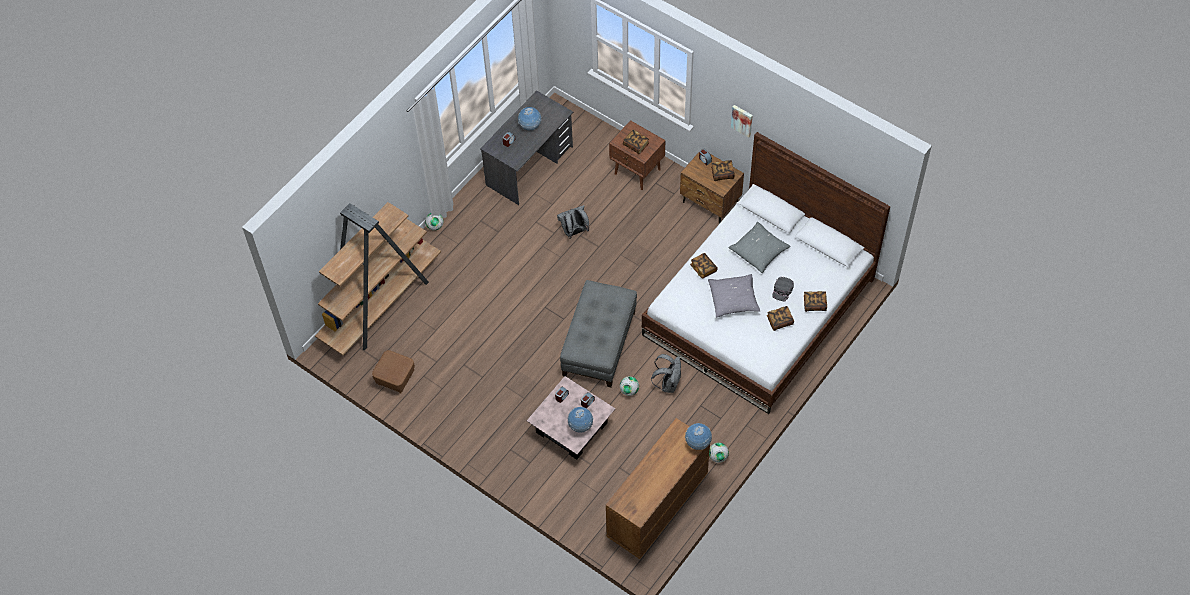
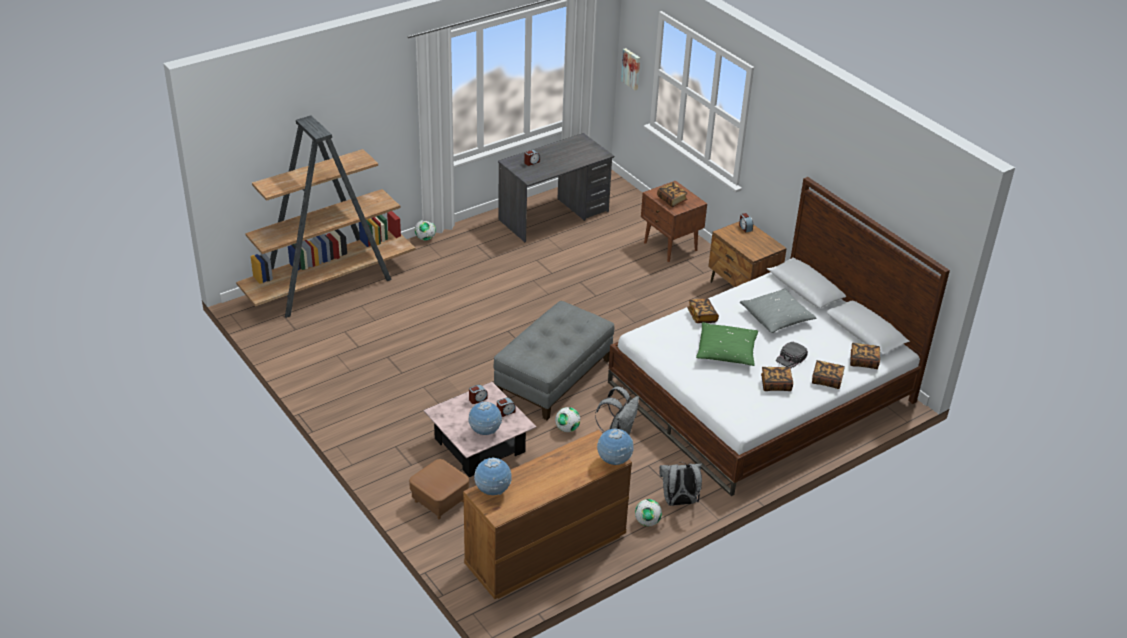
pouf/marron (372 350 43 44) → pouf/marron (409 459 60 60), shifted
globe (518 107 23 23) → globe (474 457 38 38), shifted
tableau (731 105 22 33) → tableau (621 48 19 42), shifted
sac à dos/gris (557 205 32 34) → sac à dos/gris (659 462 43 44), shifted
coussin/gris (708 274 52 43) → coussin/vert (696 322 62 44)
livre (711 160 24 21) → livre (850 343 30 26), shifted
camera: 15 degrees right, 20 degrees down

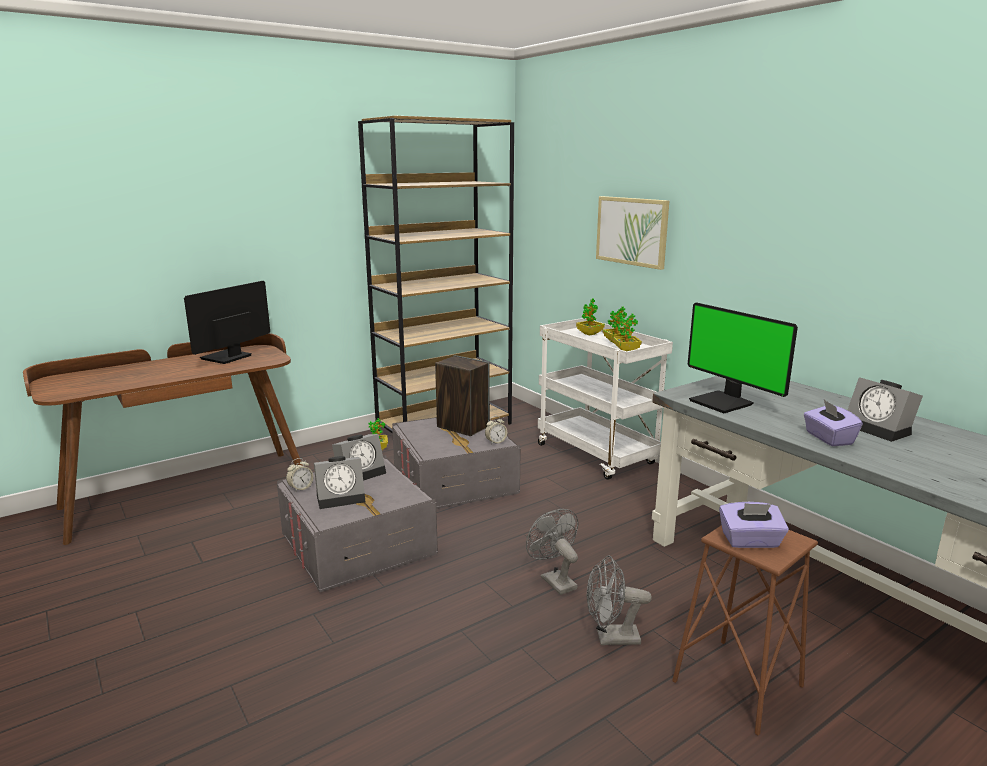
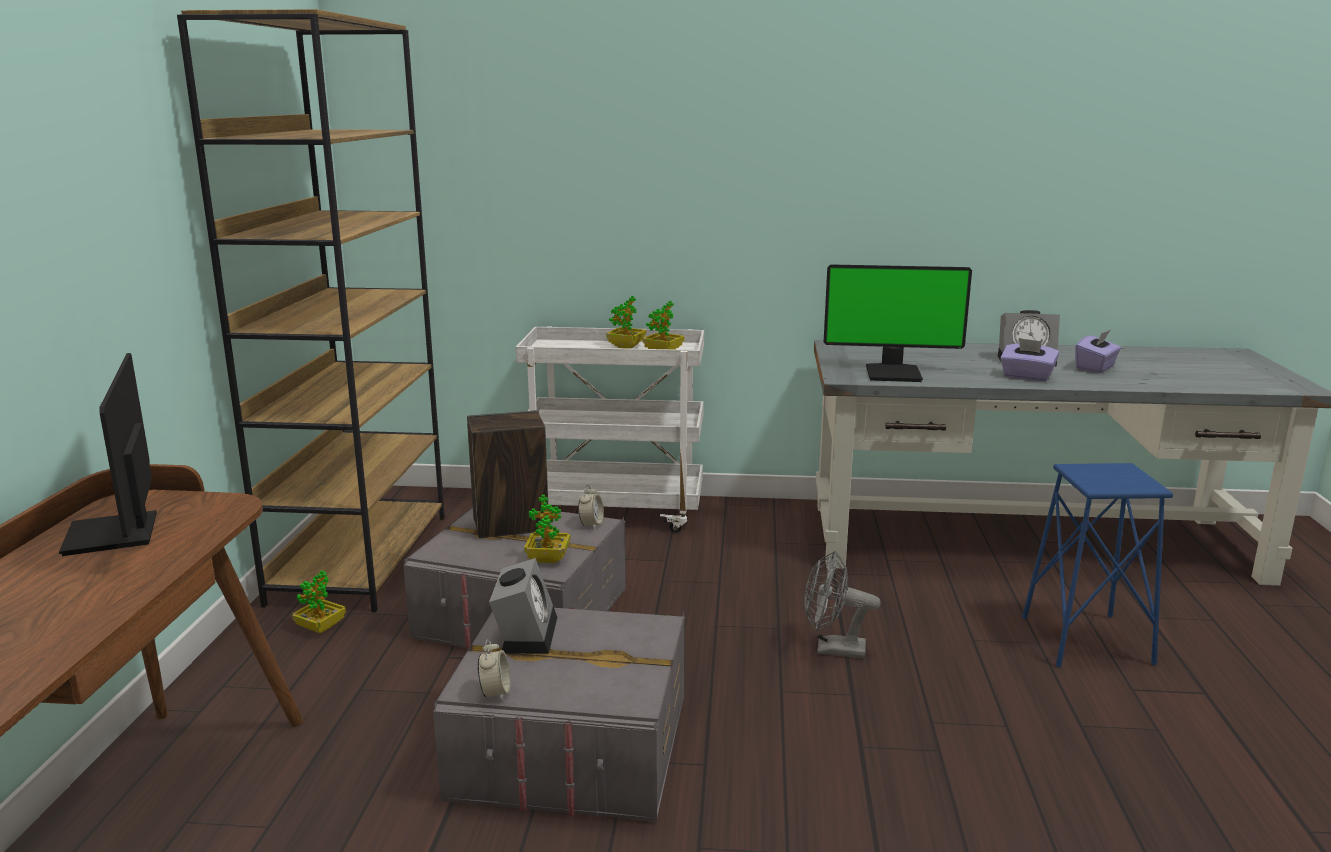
plante en pot (576 298 29 38) → plante en pot (524 495 46 68), shifted
tabouret/marron (672 525 146 210) → tabouret/bleu (1022 463 151 205)
boîte à mouchoirs/violet (719 502 70 46) → boîte à mouchoirs/violet (1075 330 46 43), shifted
réveil (314 456 51 53) → -
ventilateur/gris (587 555 65 90) → -
tableau (596 196 73 74) → -
camera: 50 degrees left, 0 degrees up

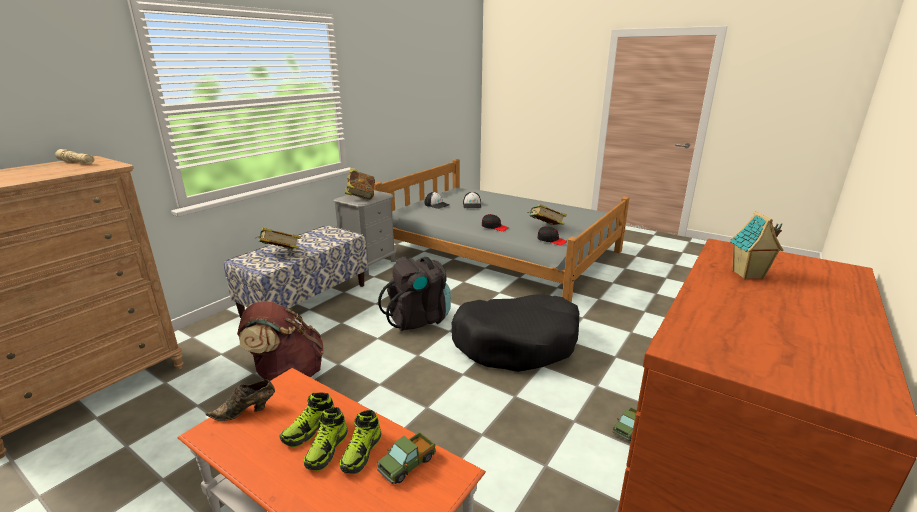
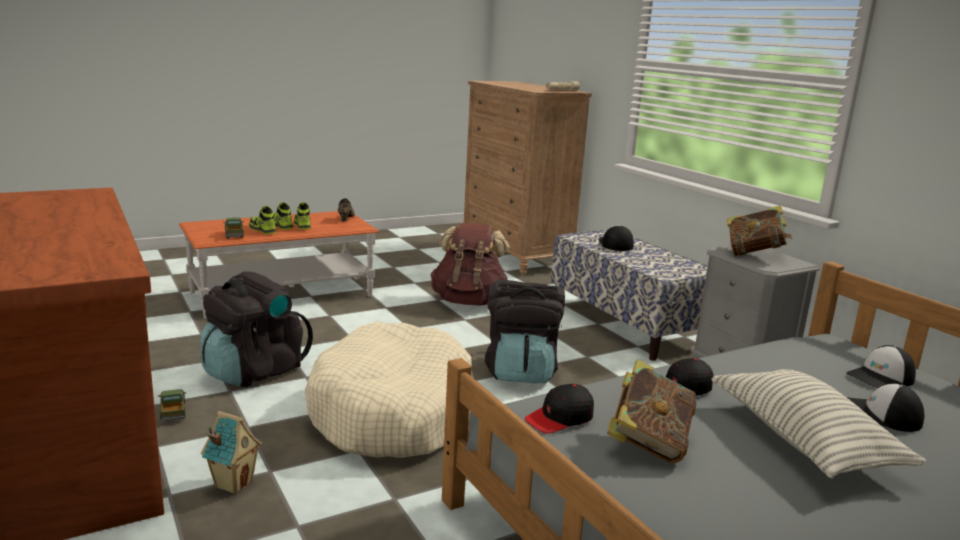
- → sac à dos/noir (200 271 113 116)
maison miniature (729 211 54 68) → maison miniature (201 411 61 83), shifted
panier pour chien/noir (451 294 128 78) → panier pour chien/beige (305 321 169 137)
livre (256 228 45 21) → casquette (598 225 36 26)
- → coussin (711 369 215 109)
camera: 115 degrees right, 5 degrees down

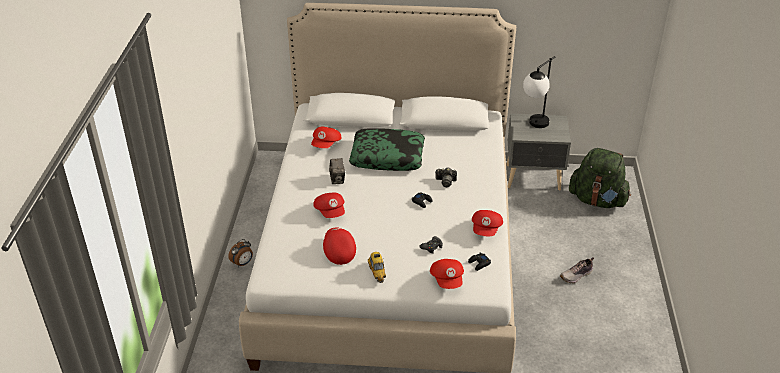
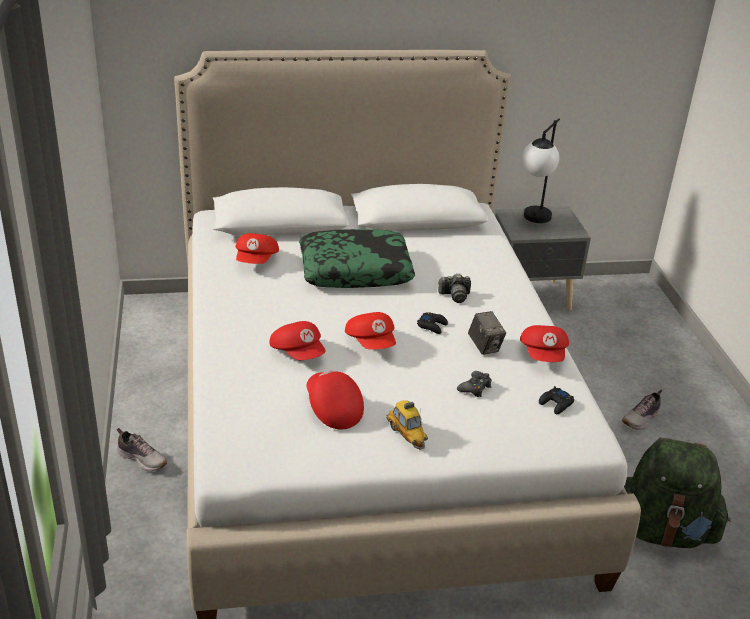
réveil (228 239 25 28) → chaussure (117 428 50 43)
casquette/rouge (430 259 34 30) → casquette/rouge (345 312 51 38), shifted
appareil photo (329 158 16 26) → appareil photo (468 311 38 44), shifted
sac à dos/vert (569 148 62 60) → sac à dos/vert (624 438 107 110), shifted
camera: 15 degrees left, 5 degrees down

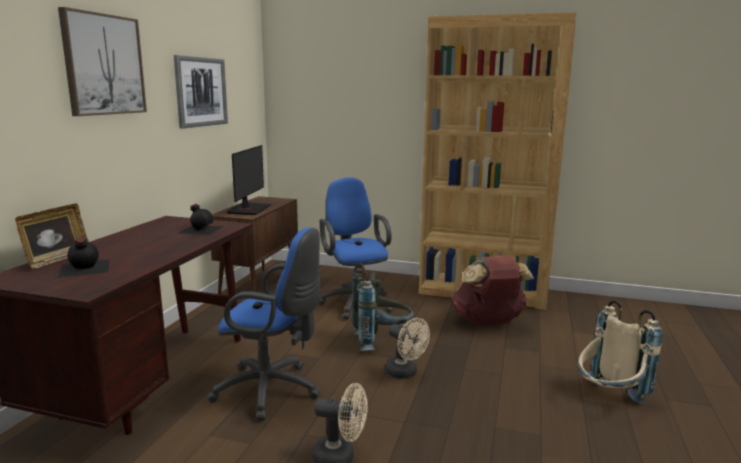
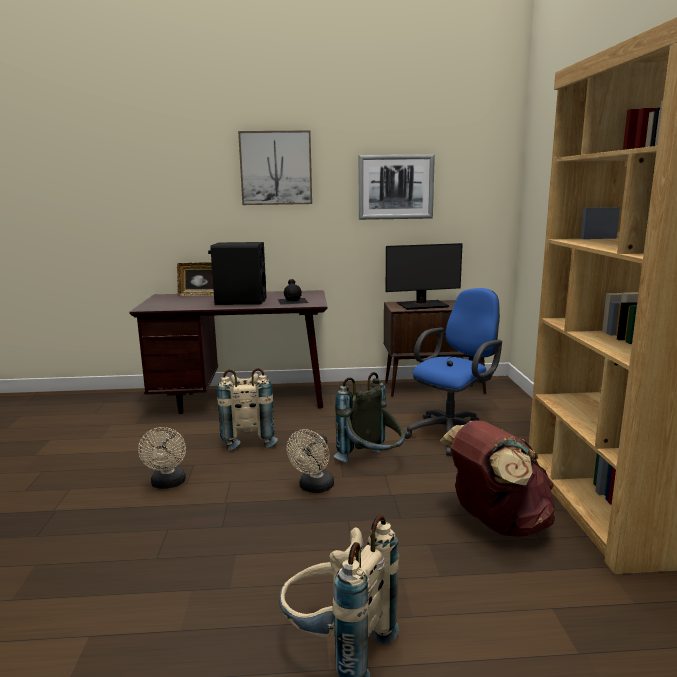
- → enceinte/noir (208 242 58 63)
chaise de bureau/bleu (207 227 114 194) → sac à dos/beige (217 368 61 82)
bouteille/noir (58 237 51 41) → -
camera: 70 degrees right, 0 degrees up

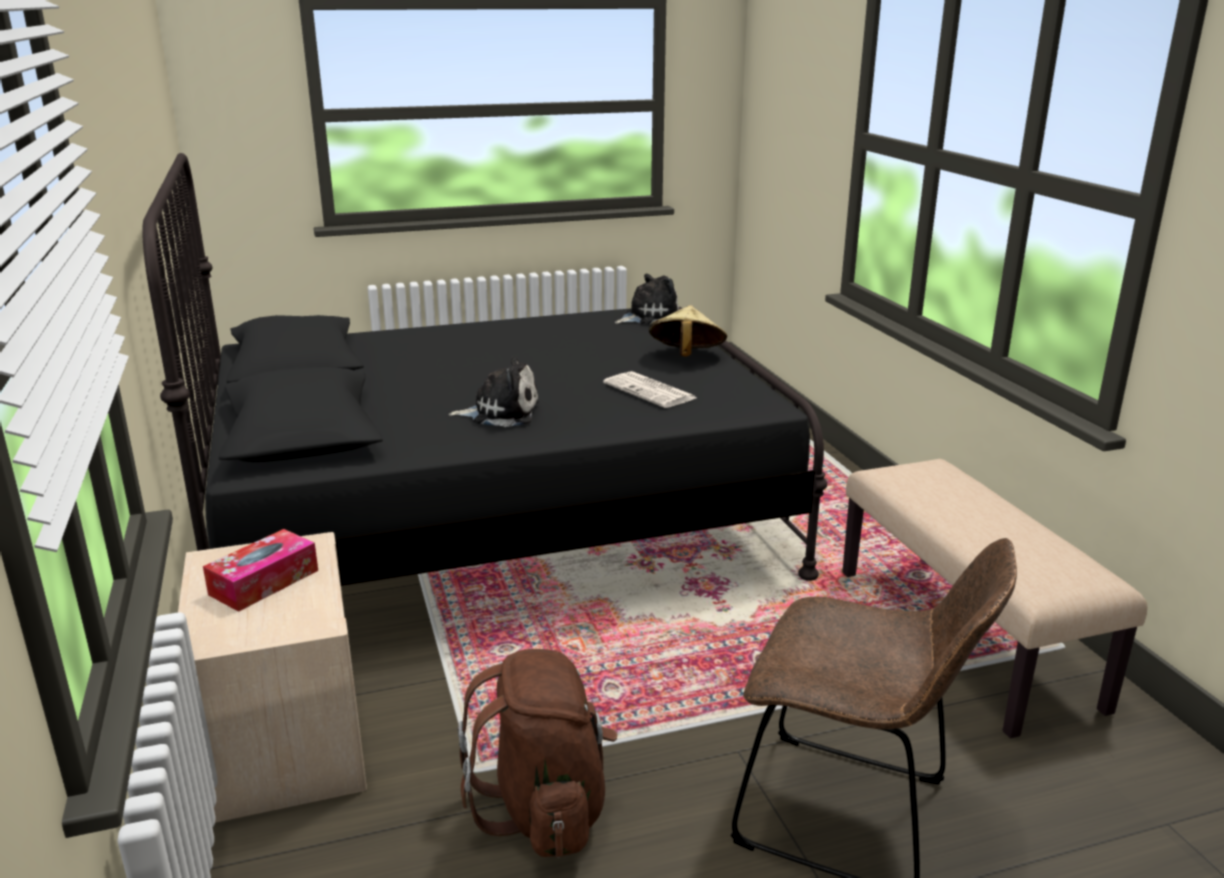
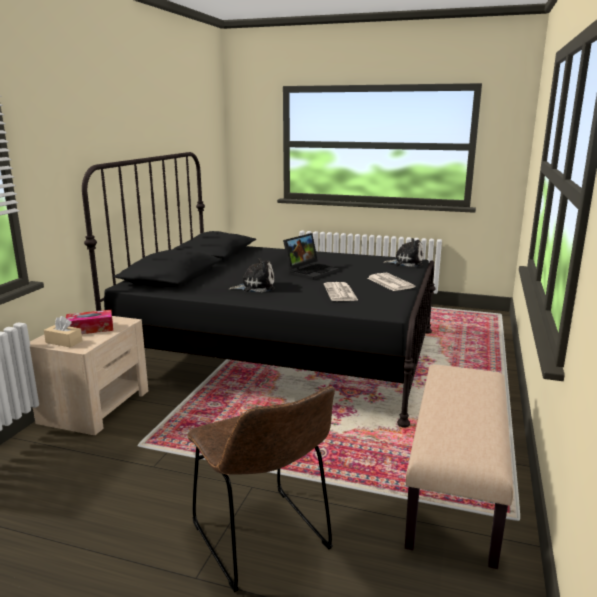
- → boîte à mouchoirs/beige (44 316 38 31)
peluche (448 356 91 71) → peluche (229 258 45 35), 45 degrees counterclockwise
- → ordinateur portable (283 233 56 47)
chapeau/beige (649 305 78 52) → journal (368 273 48 18)
sac à dos/marron (458 649 160 209) → -
camera: 35 degrees right, 5 degrees down

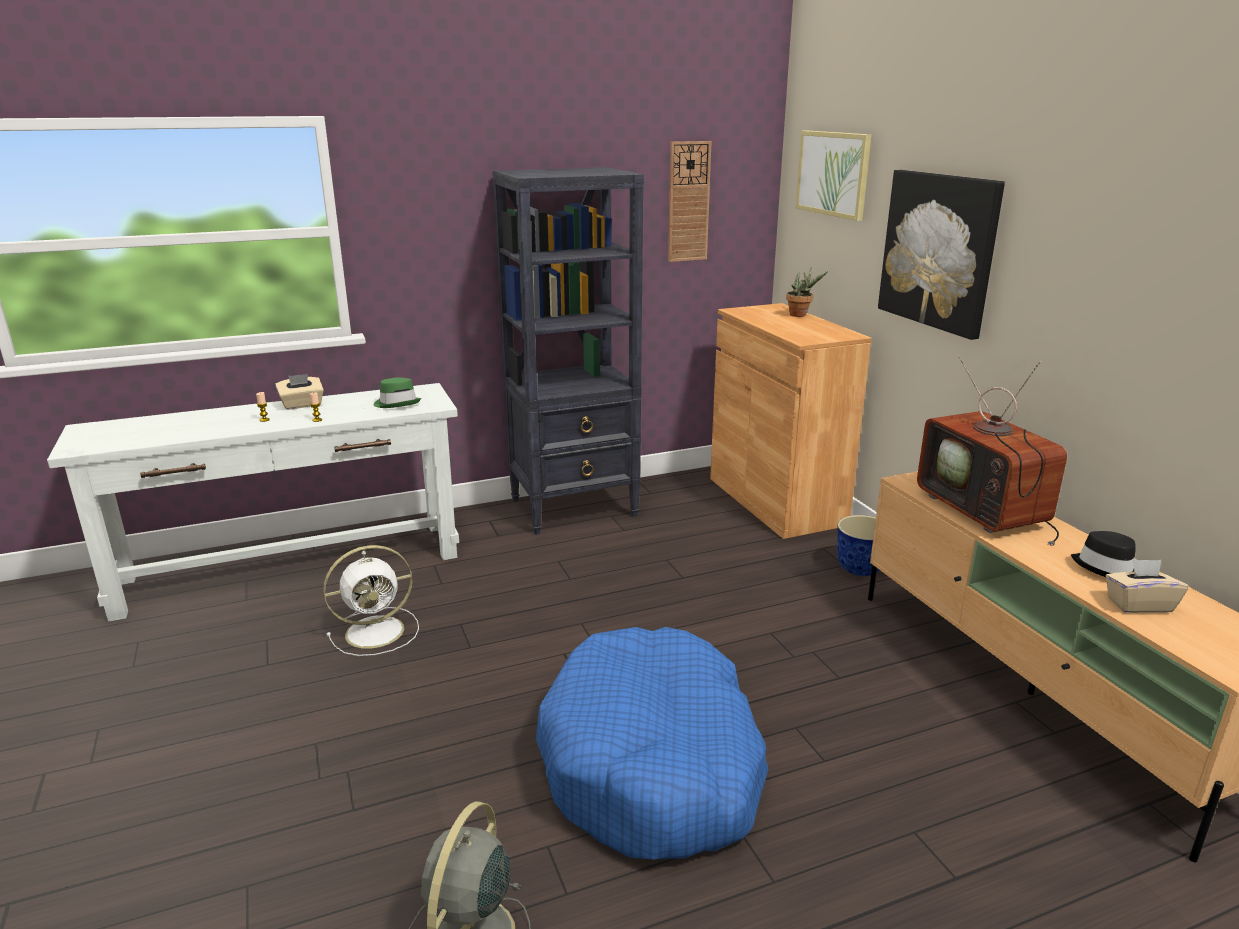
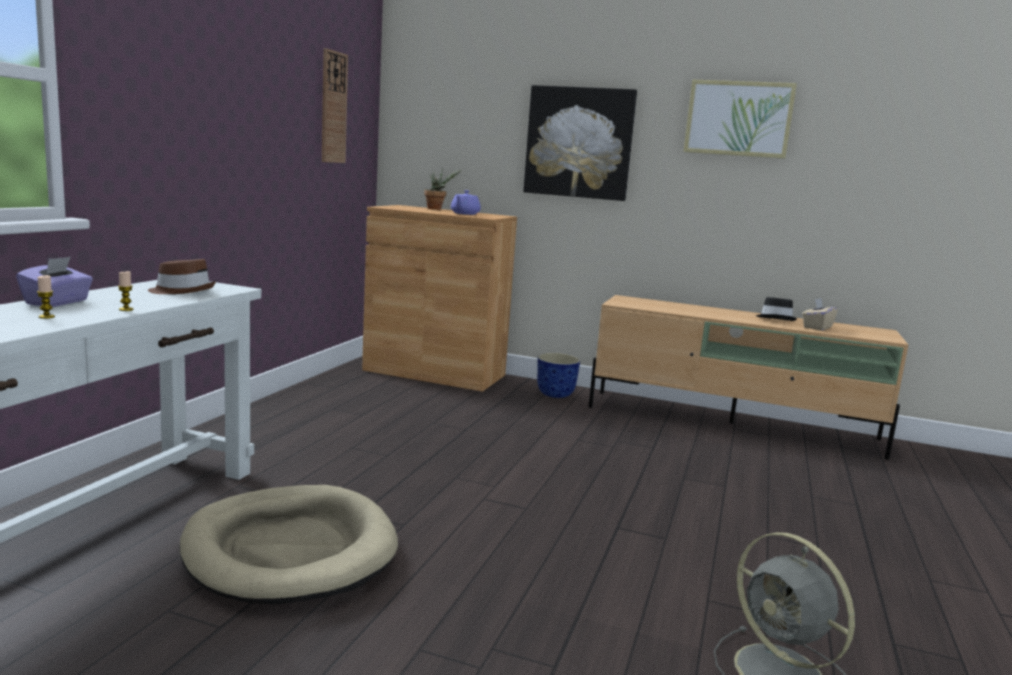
boîte à mouchoirs/beige (275 374 49 36) → boîte à mouchoirs/violet (16 256 77 51)
chapeau/vert (374 377 47 31) → chapeau/marron (148 259 68 35)
ventilateur/blanc (323 545 96 111) → panier pour chien/beige (180 485 218 120)
- → théière/violet (451 190 30 25)
tableau (796 130 76 91) → tableau (684 80 113 79), shifted
bibliothèque/noir (492 167 152 368) → -
panier pour chien/bleu (536 627 232 233) → -
téléviseur (917 356 150 190) → -
camera: 50 degrees left, 10 degrees down

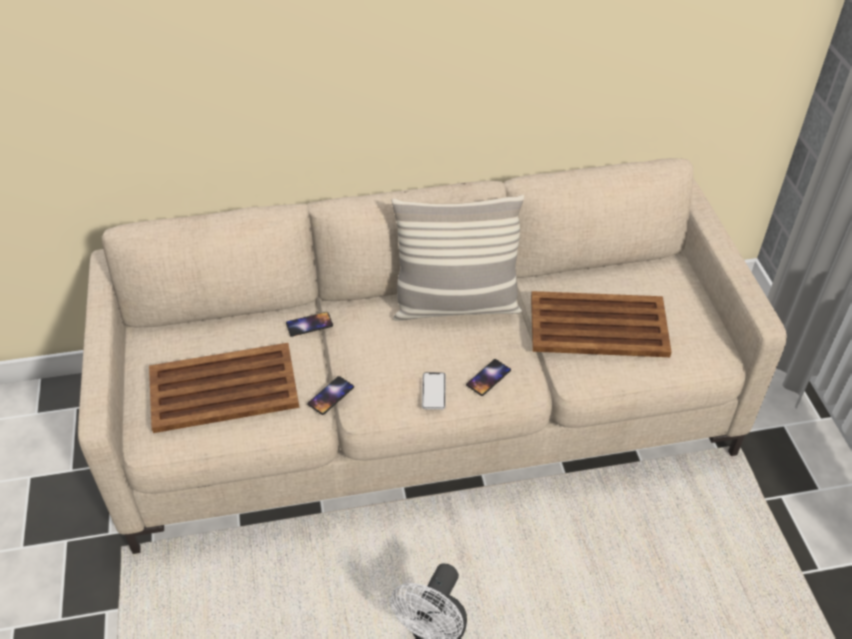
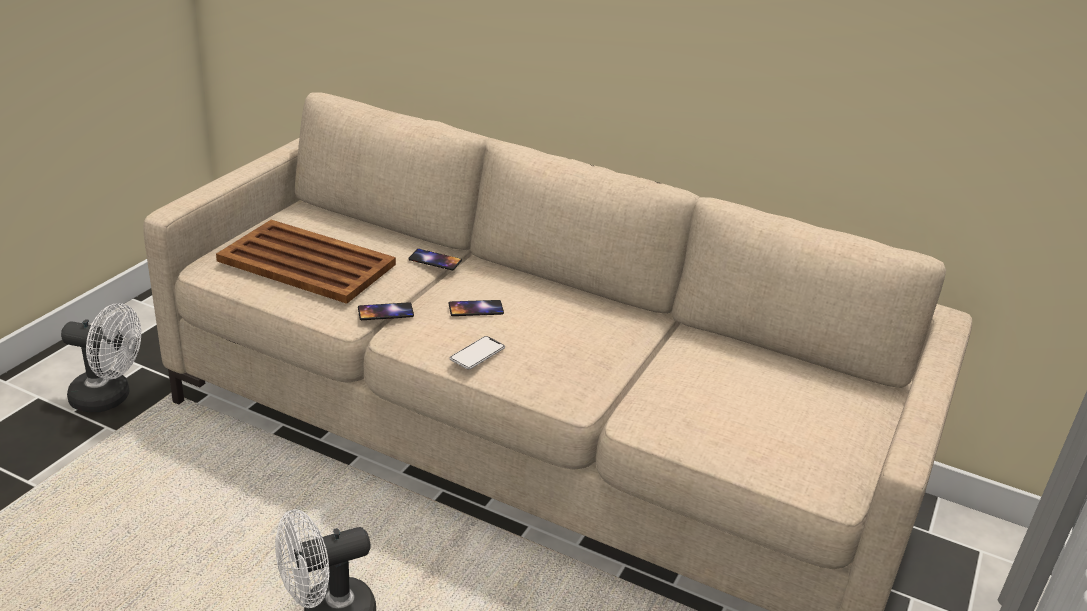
- → ventilateur/blanc (61 303 80 109)
téléphone (466 359 45 37) → téléphone (448 300 56 16), shifted
coussin (392 195 132 126) → -
plateau/marron (531 291 141 66) → -
camera: 35 degrees right, 15 degrees down

